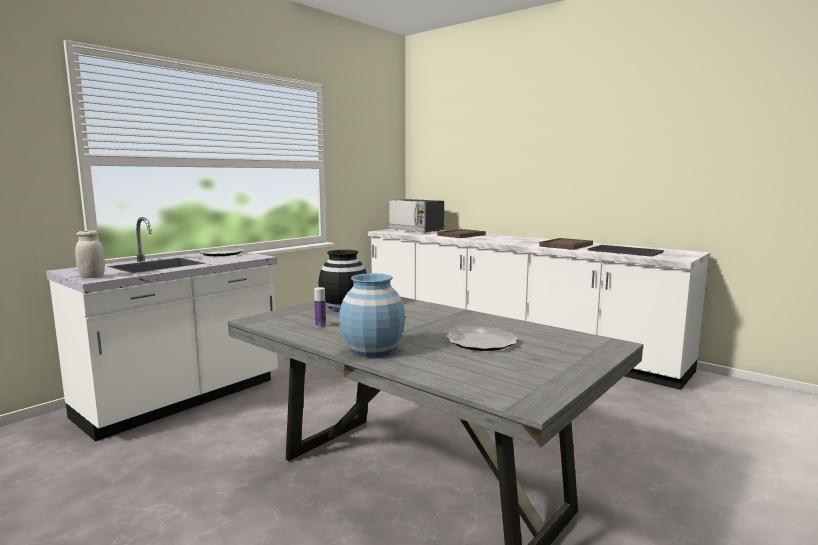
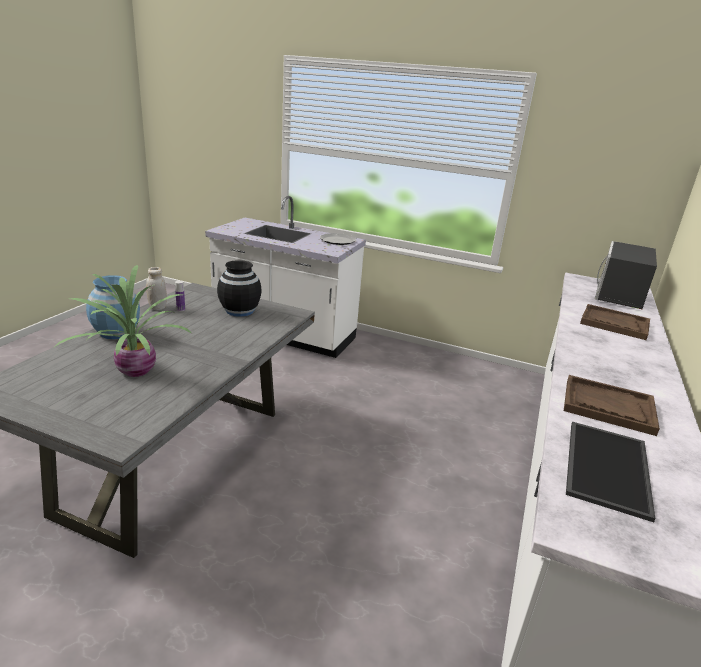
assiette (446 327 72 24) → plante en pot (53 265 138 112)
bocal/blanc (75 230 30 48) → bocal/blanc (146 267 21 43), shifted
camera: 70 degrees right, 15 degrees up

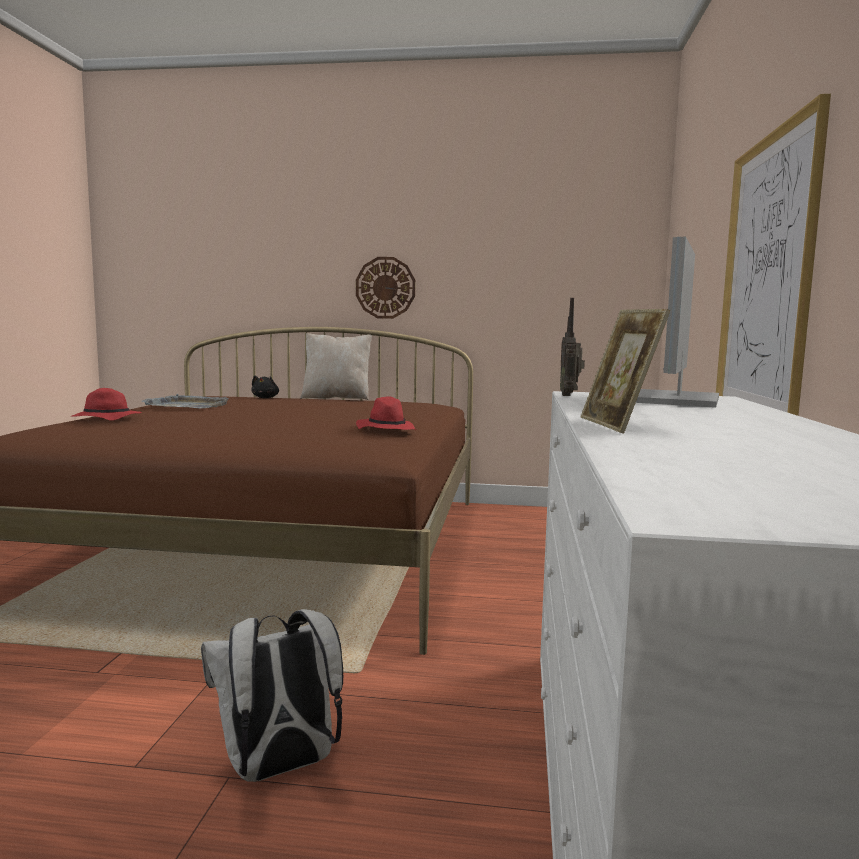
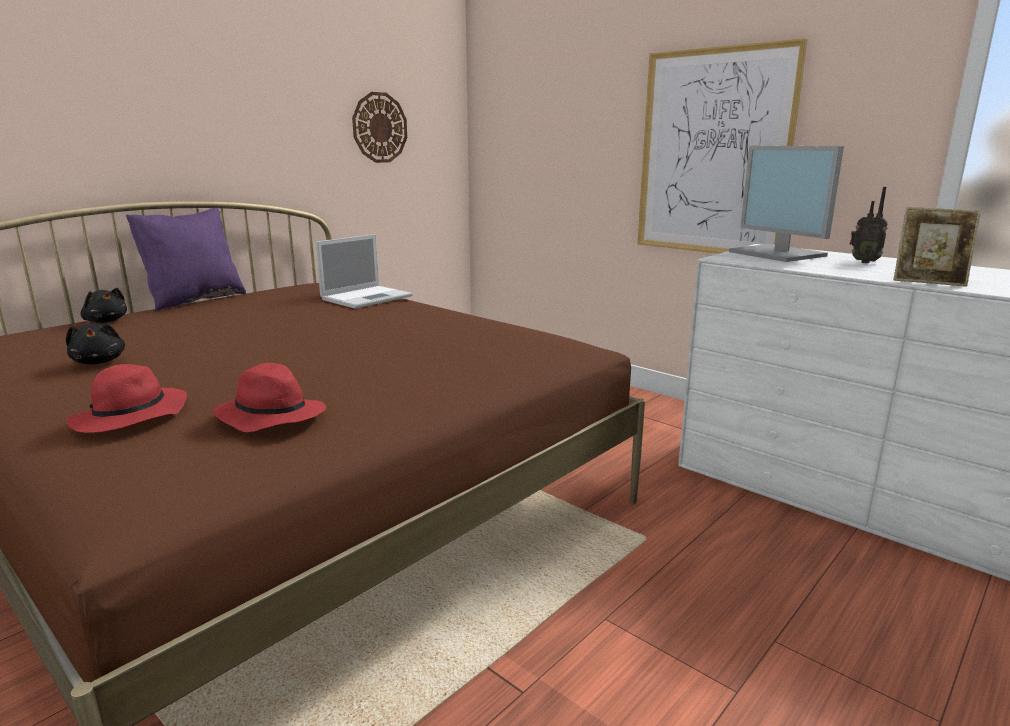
plateau/gris (141 394 89 15) → peluche/noir (66 323 59 41)
coussin/beige (300 333 72 67) → coussin/violet (126 208 120 103)
chapeau/rouge (356 397 60 33) → chapeau/rouge (213 363 113 69), shifted
- → ordinateur portable (315 234 98 75)
horloge murale (356 257 59 62) → horloge murale (352 92 55 71), shifted
radio (560 298 25 98) → radio (850 187 38 76), shifted
sac à dos/blanc (201 609 142 173) → -
camera: 55 degrees left, 10 degrees up

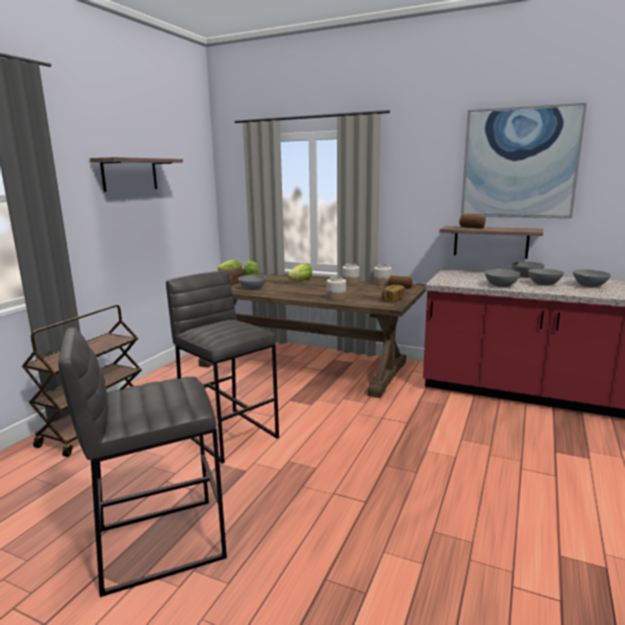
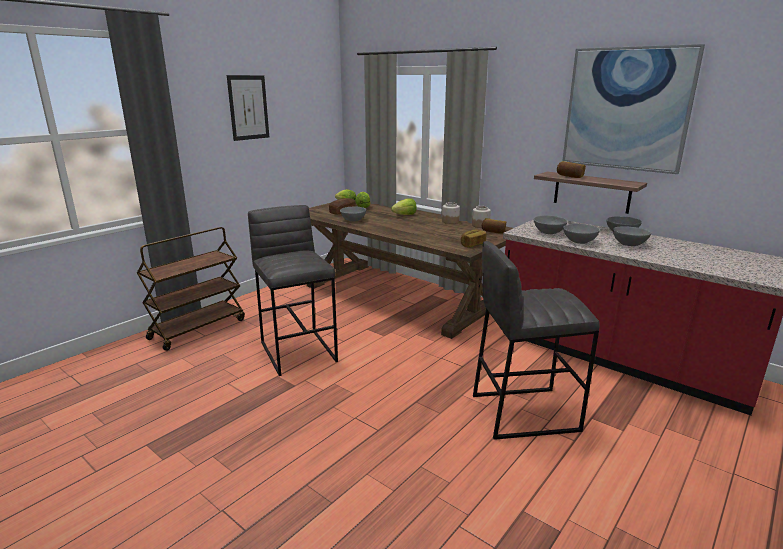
étagère (90 157 93 35) → tableau (227 75 42 66)
tabouret/gris (58 327 169 270) → tabouret/gris (473 241 127 199), shifted
bol/gris (573 269 38 18) → bol/gris (534 215 33 19), shifted
bocal (327 276 19 25) → -
camera: 15 degrees right, 5 degrees up

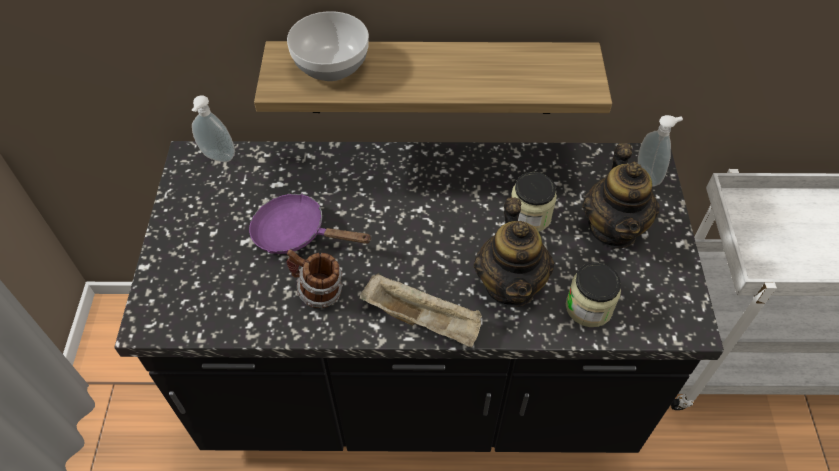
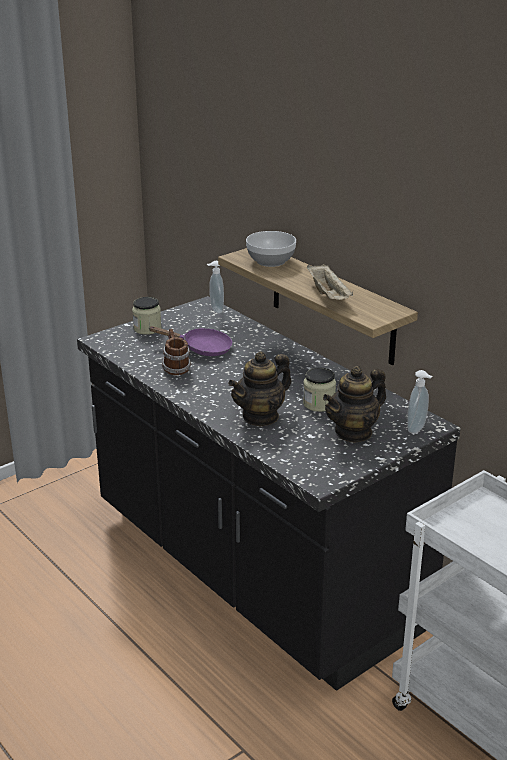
bocal (566 262 55 65) → bocal (132 297 29 38), shifted
poêle/violet (249 193 123 61) → poêle/violet (148 326 85 30), 120 degrees clockwise
plateau/beige (360 273 122 74) → plateau/beige (307 264 46 36), shifted
camera: 50 degrees right, 25 degrees down

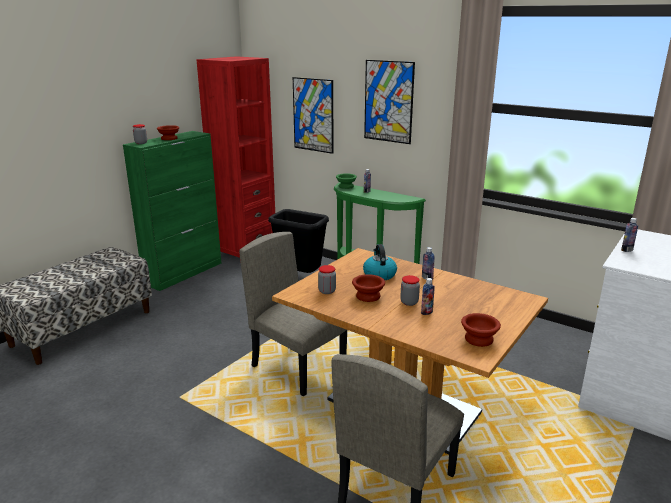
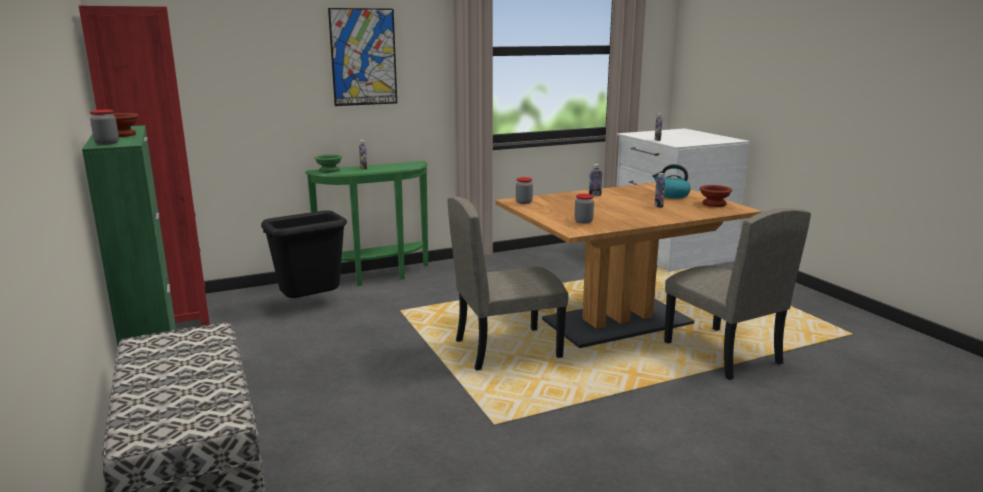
bocal (400 275 20 31) → bocal (516 177 17 27), shifted
bouilloire (363 244 34 36) → bouilloire (653 164 37 34), shifted
tableau (293 77 40 77) → -
bol/marron (352 274 33 28) → -
camera: 60 degrees left, 5 degrees down

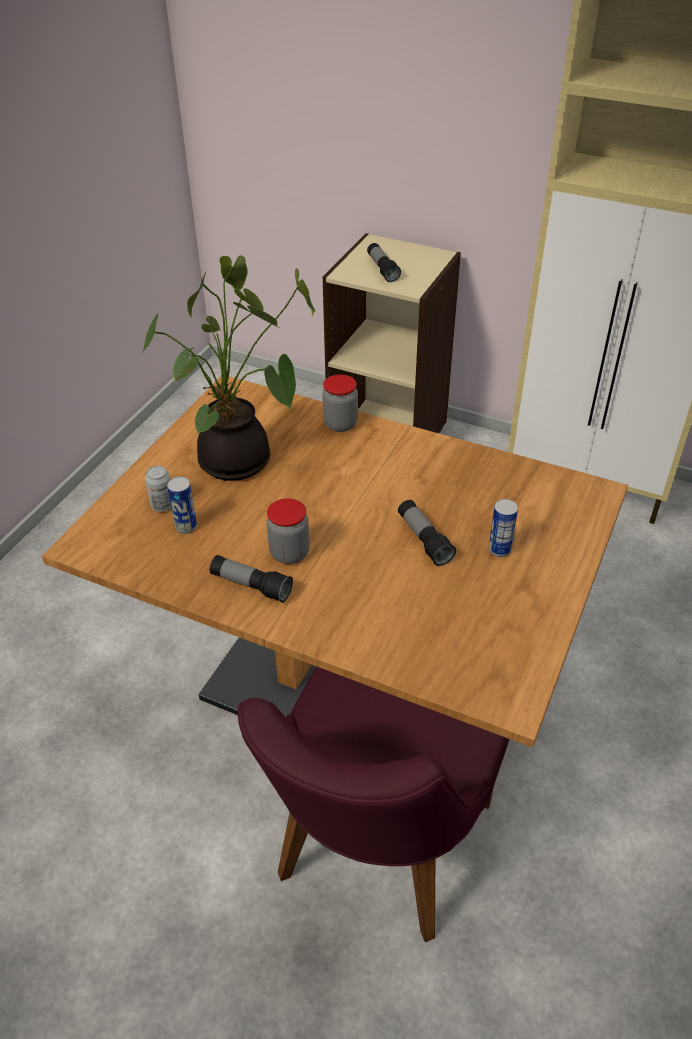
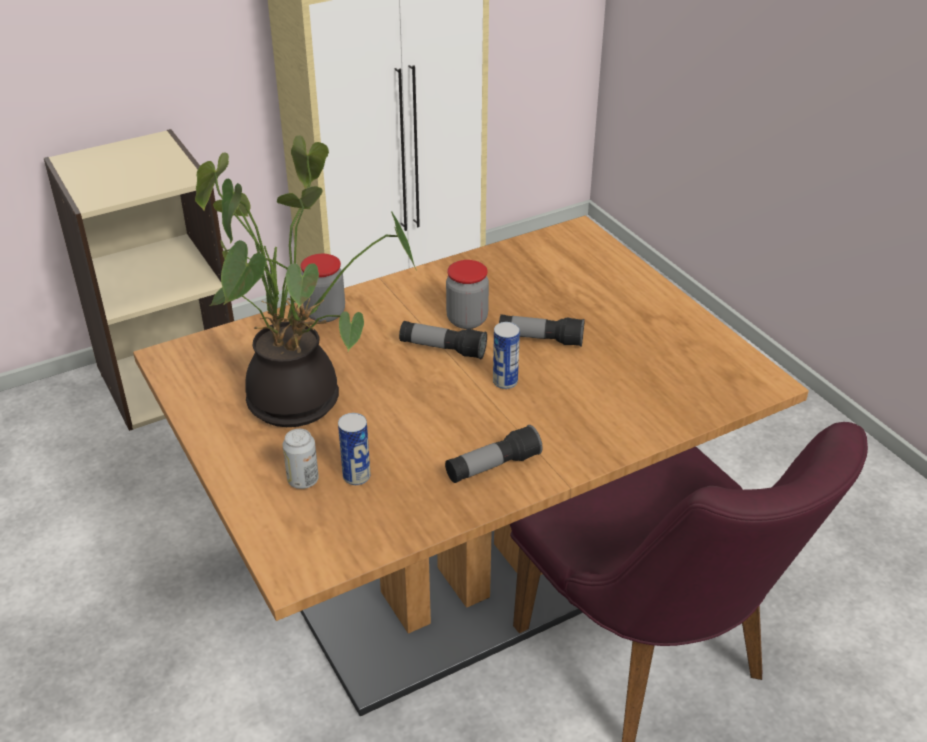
lampe de poche (367 243 34 39) → lampe de poche (399 321 88 38), shifted
bocal (267 498 42 66) → bocal (446 260 43 69), shifted
boîte métallique (489 499 29 58) → boîte métallique (493 322 27 67), shifted
camera: 55 degrees left, 5 degrees down

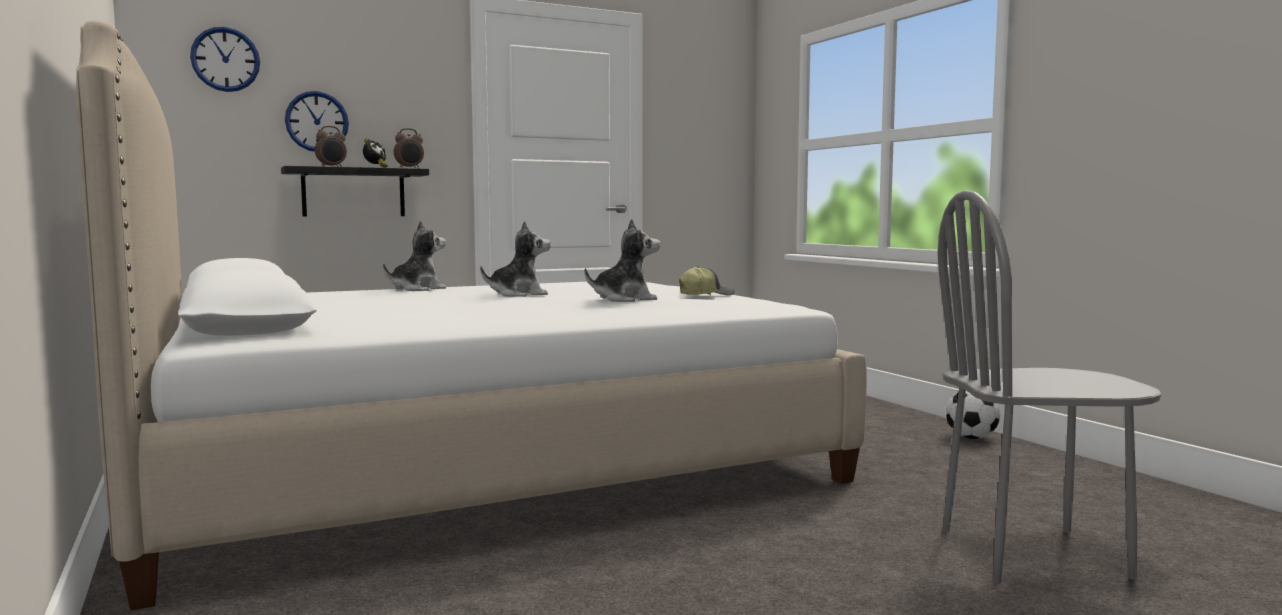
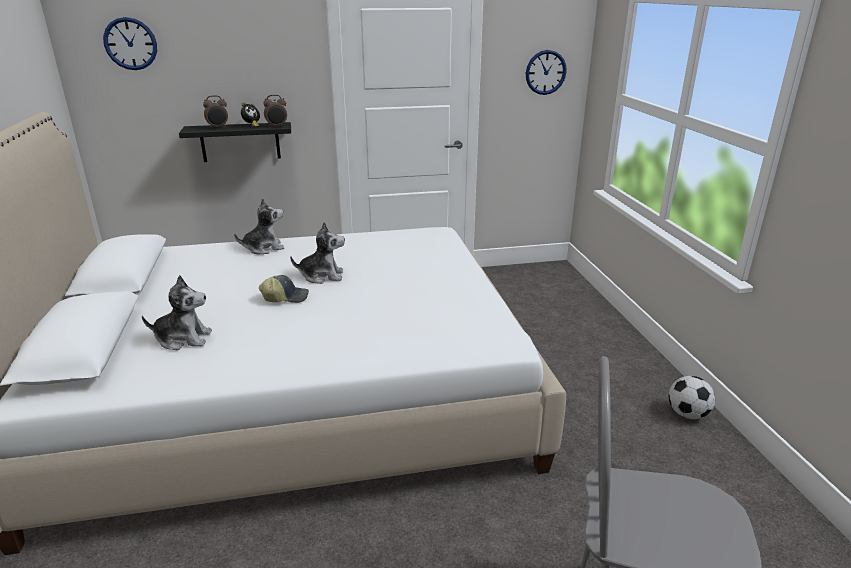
peluche (584 219 76 83) → peluche (142 275 70 75), shifted
casquette (679 266 56 29) → casquette (259 275 50 28), shifted
horloge murale (285 91 64 61) → horloge murale (526 50 41 45), shifted
camera: 15 degrees right, 20 degrees up

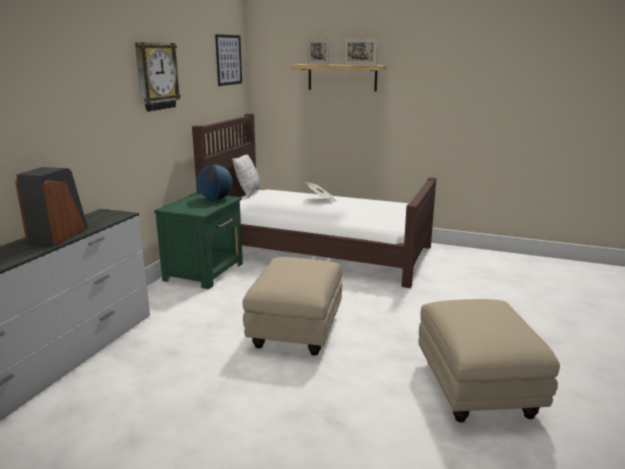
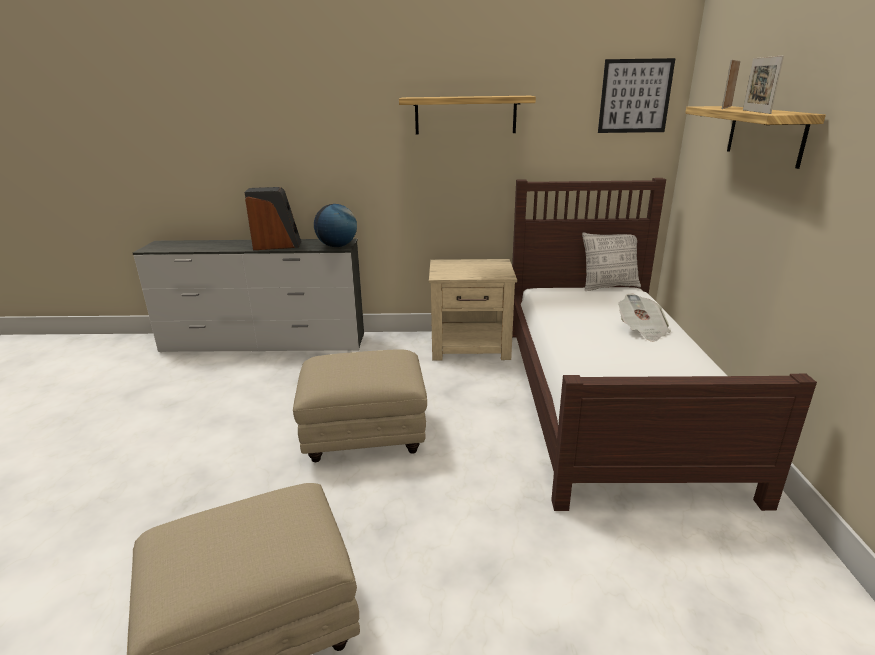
globe (197 165 36 35) → globe (314 204 43 43), shifted
horloge murale (135 42 46 70) → étagère (399 96 137 39)
table de chevet/vert (154 193 89 96) → table de chevet/beige (429 259 88 102)
camera: 70 degrees right, 5 degrees up

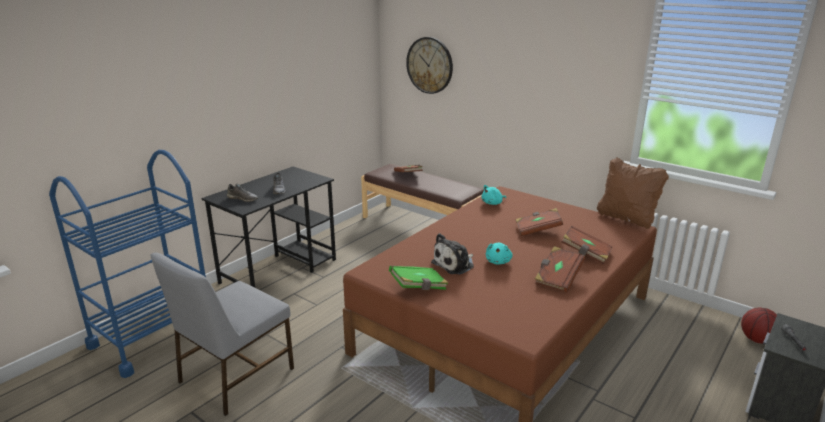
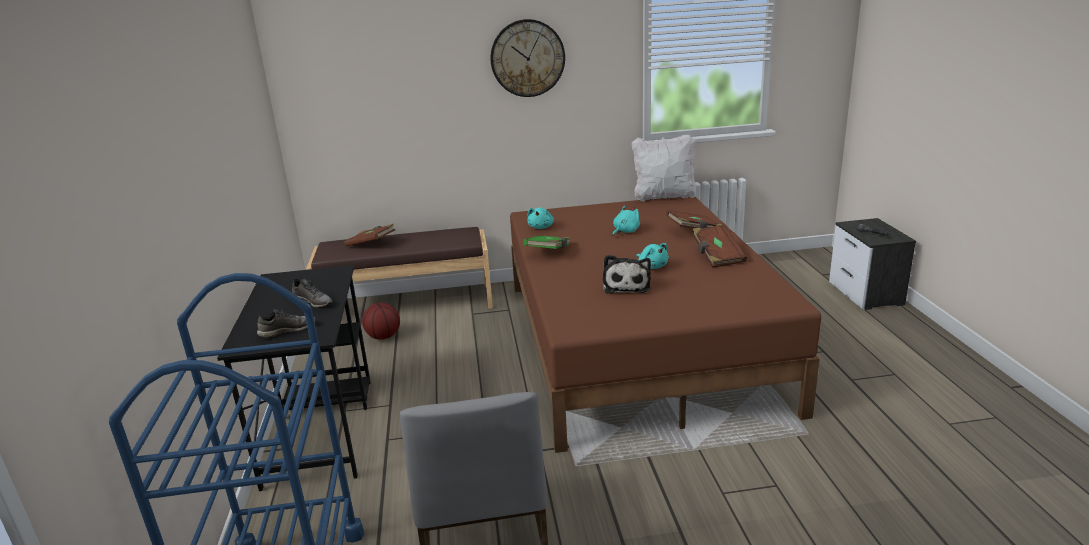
ballon de basket (741 308 36 36) → ballon de basket (362 303 38 37), shifted
horloge murale (406 37 47 57) → horloge murale (490 19 75 78), shifted
livre/vert (389 265 60 25) → livre/vert (523 236 48 13), shifted
livre/marron (516 208 47 28) → peluche/turquoise (612 206 28 30)
coussin/marron (597 157 72 72) → coussin/blanc (631 135 65 67)
camera: 45 degrees left, 0 degrees up

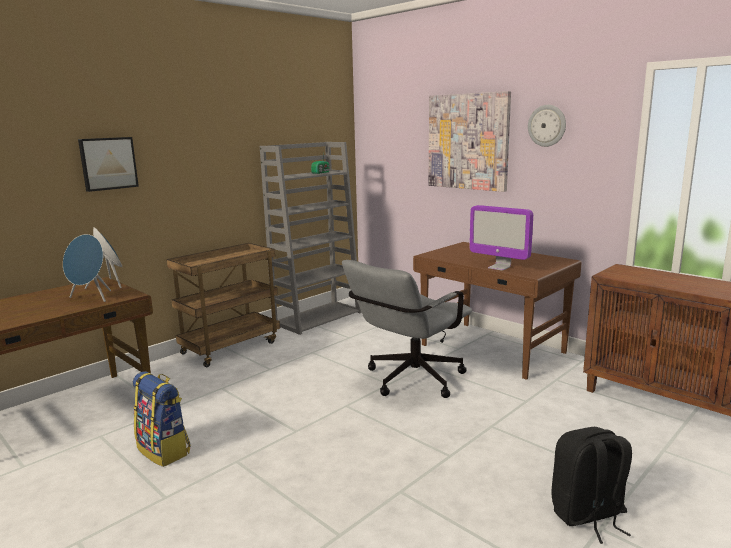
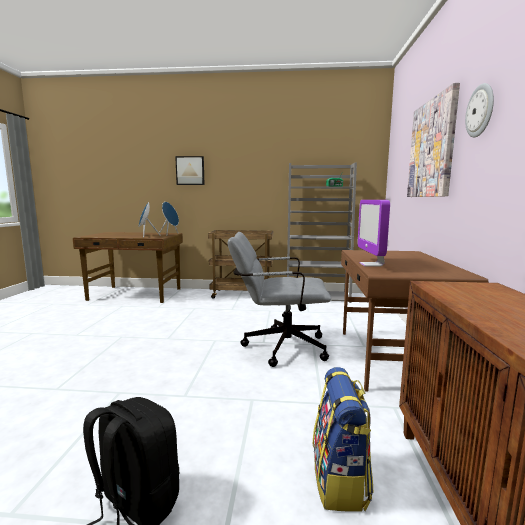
sac à dos (133 371 58 96) → sac à dos (313 367 61 145), shifted
camera: 50 degrees right, 5 degrees down

